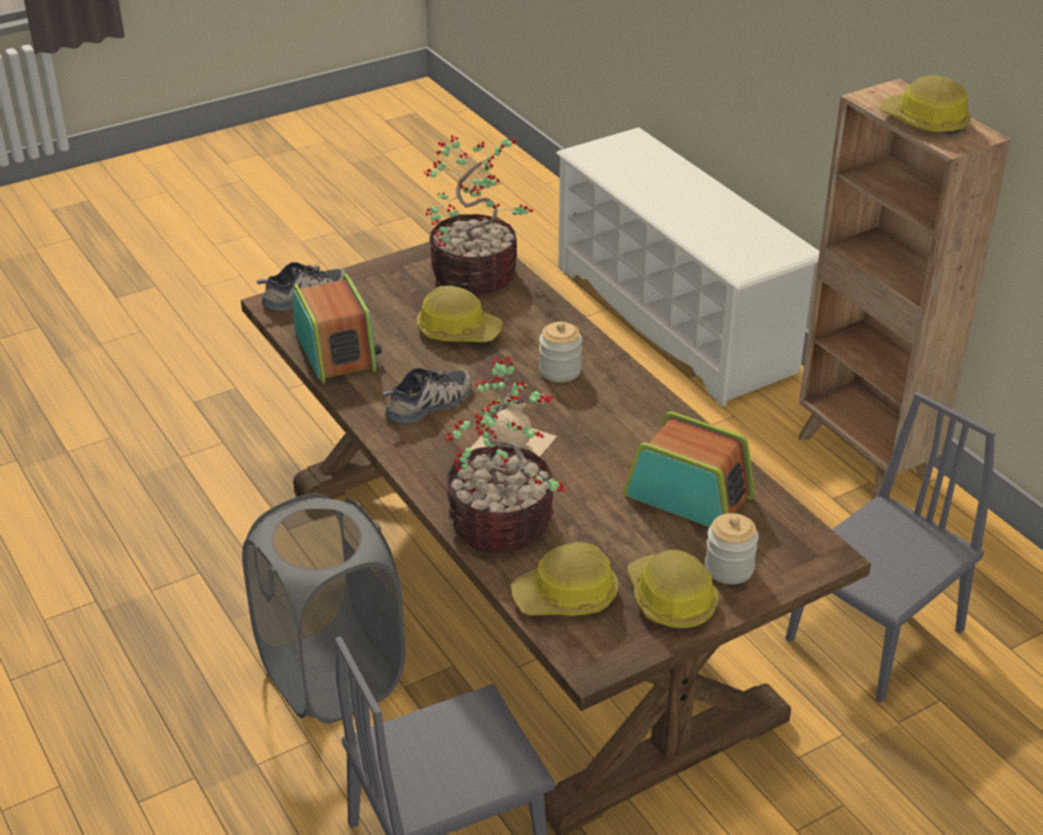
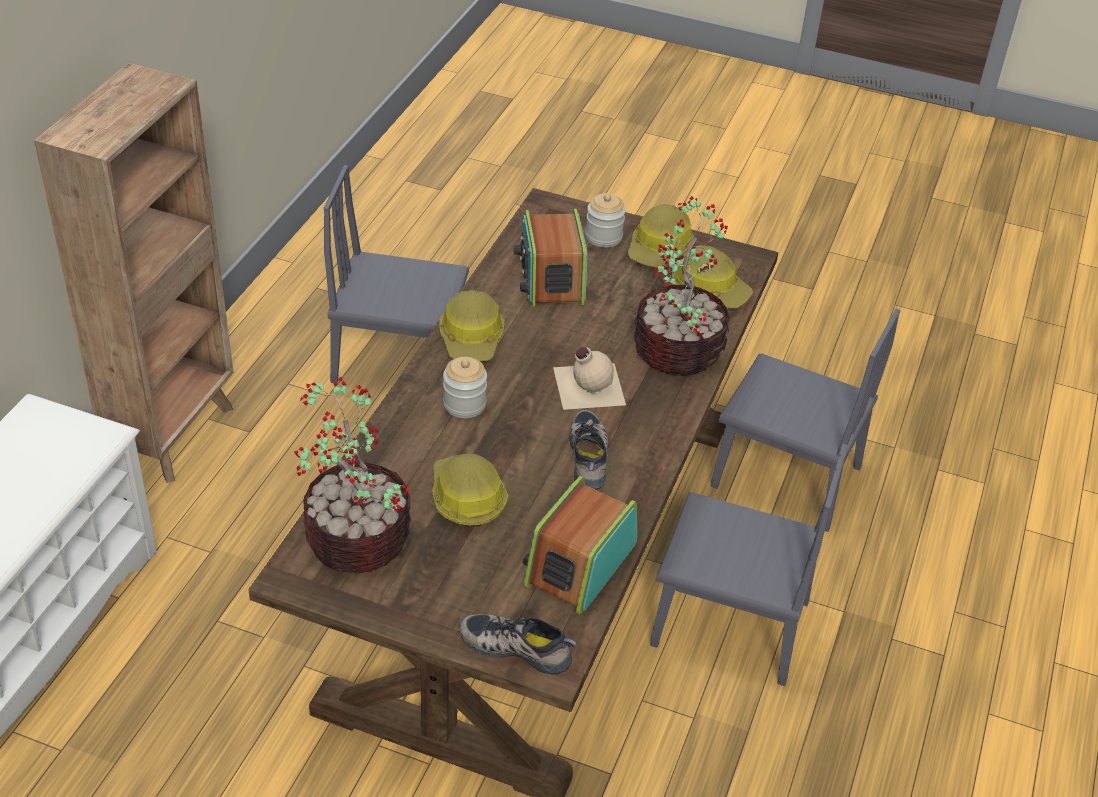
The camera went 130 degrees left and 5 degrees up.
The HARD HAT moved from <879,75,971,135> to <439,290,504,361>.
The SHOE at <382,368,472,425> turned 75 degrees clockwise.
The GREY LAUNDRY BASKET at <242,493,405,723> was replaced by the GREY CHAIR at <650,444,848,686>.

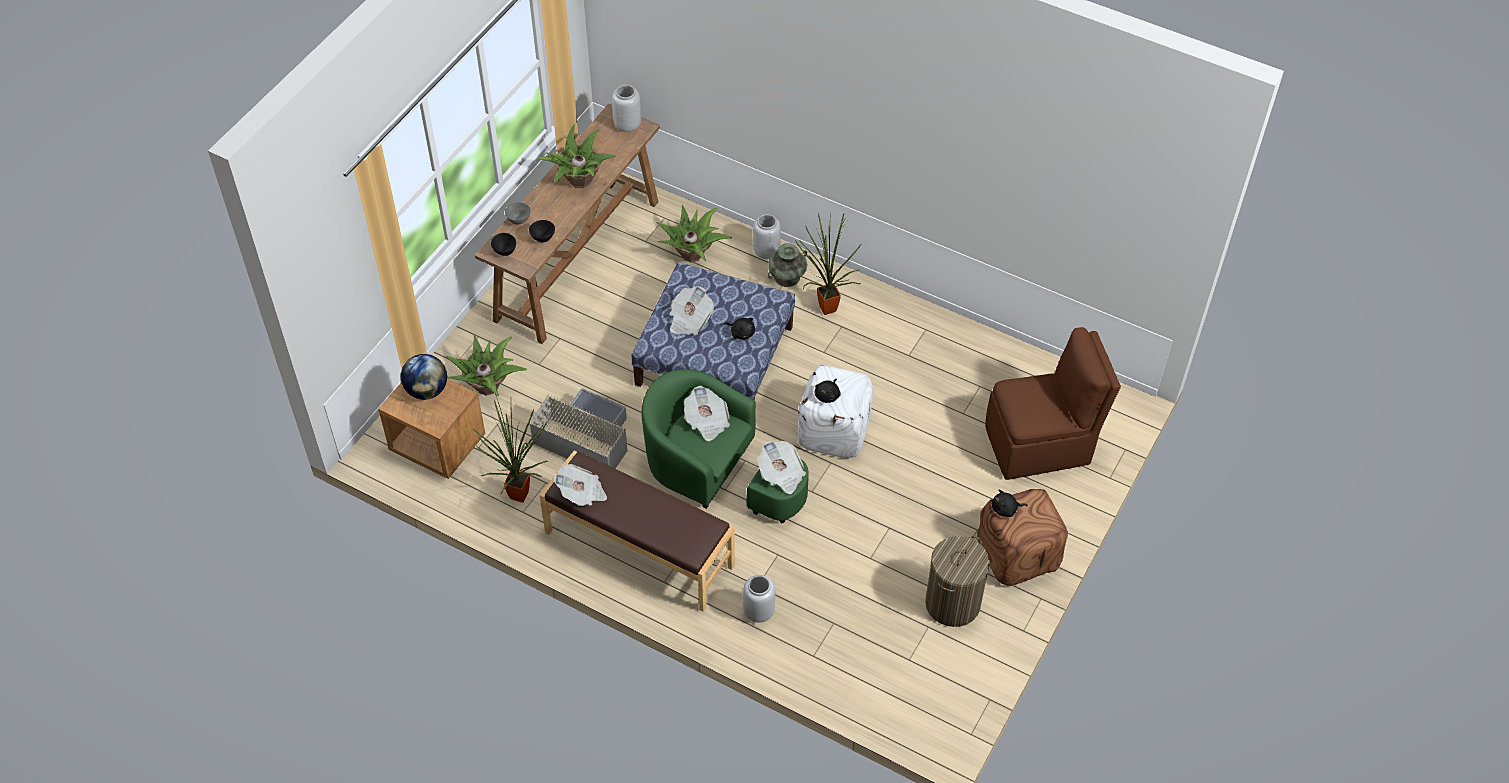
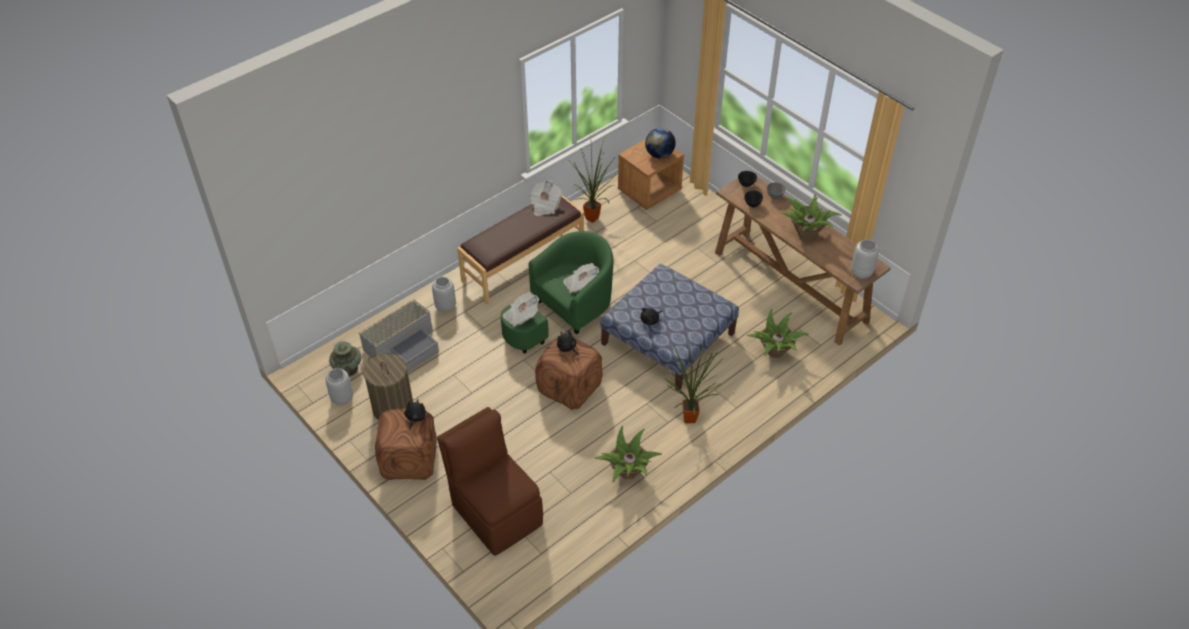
The camera went 110 degrees right and 5 degrees down.
The GREY VASE moved from <753,214,781,259> to <325,368,353,405>.
The TURQUOISE VASE moved from <768,243,807,287> to <329,341,362,377>.
The GREY STORAGE BOX moved from <529,388,627,469> to <359,299,439,372>.
The BROWN CHAIR at <985,327,1121,480> turned 135 degrees clockwise.
The WHITE OTTOMAN at <797,365,873,458> became the BROWN OTTOMAN at <535,337,603,410>.
The POTTED PLANT moved from <446,335,527,396> to <594,425,662,482>.
The NEWSPAPER at <670,286,714,335> disappeared.

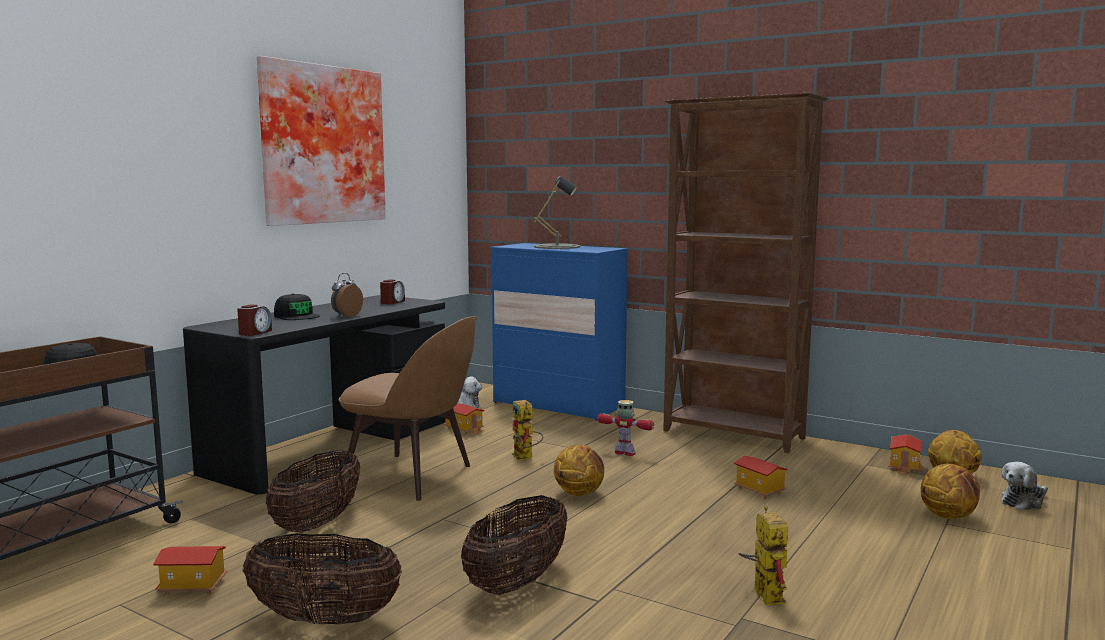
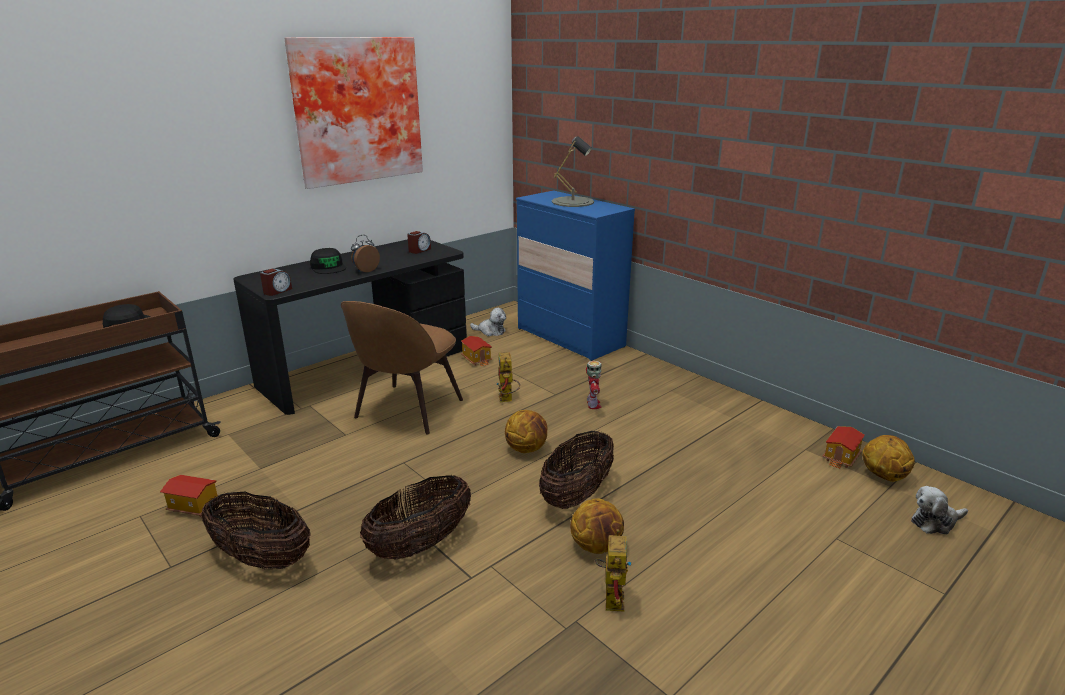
The camera went 15 degrees right and 15 degrees up.
The BROWN CHAIR at <339,316,477,501> turned 75 degrees clockwise.
The BASKET moved from <266,451,360,533> to <539,431,614,509>.
The BASKETBALL moved from <921,464,980,519> to <570,498,624,554>.
The TOY ROBOT at <597,400,654,456> turned 45 degrees clockwise.
The BROWN BOOKCASE at <663,93,828,453> disappeared.
The TOY HOUSE at <734,455,787,499> disappeared.

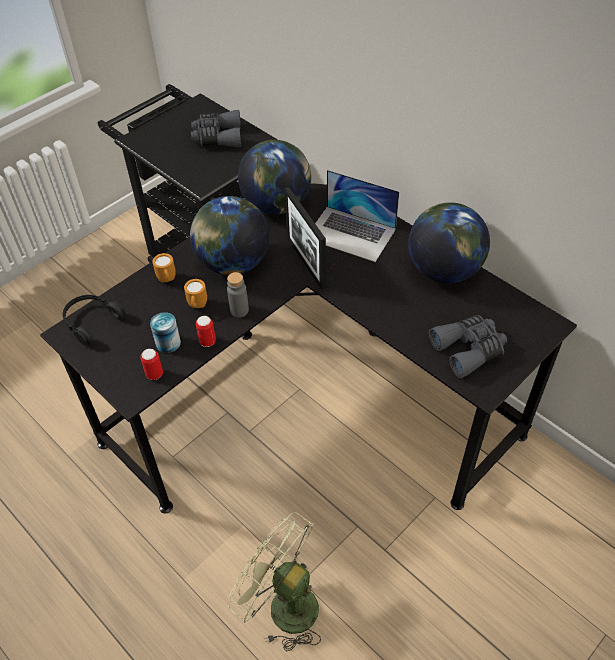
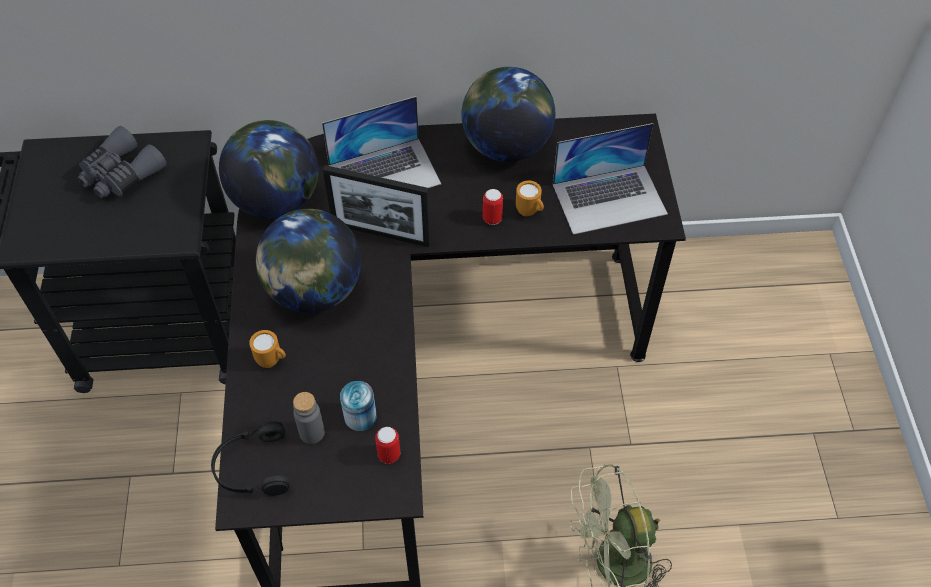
The camera went 50 degrees left and 5 degrees up.
The GREY BOTTLE moved from <227,272,249,318> to <293,392,325,444>.
The CAN moved from <196,316,216,347> to <483,189,503,225>.
The ORANGE MUG moved from <184,279,207,308> to <516,181,544,217>.
The GREY BINOCULARS at <429,315,507,378> was replaced by the LAPTOP at <553,123,668,235>.

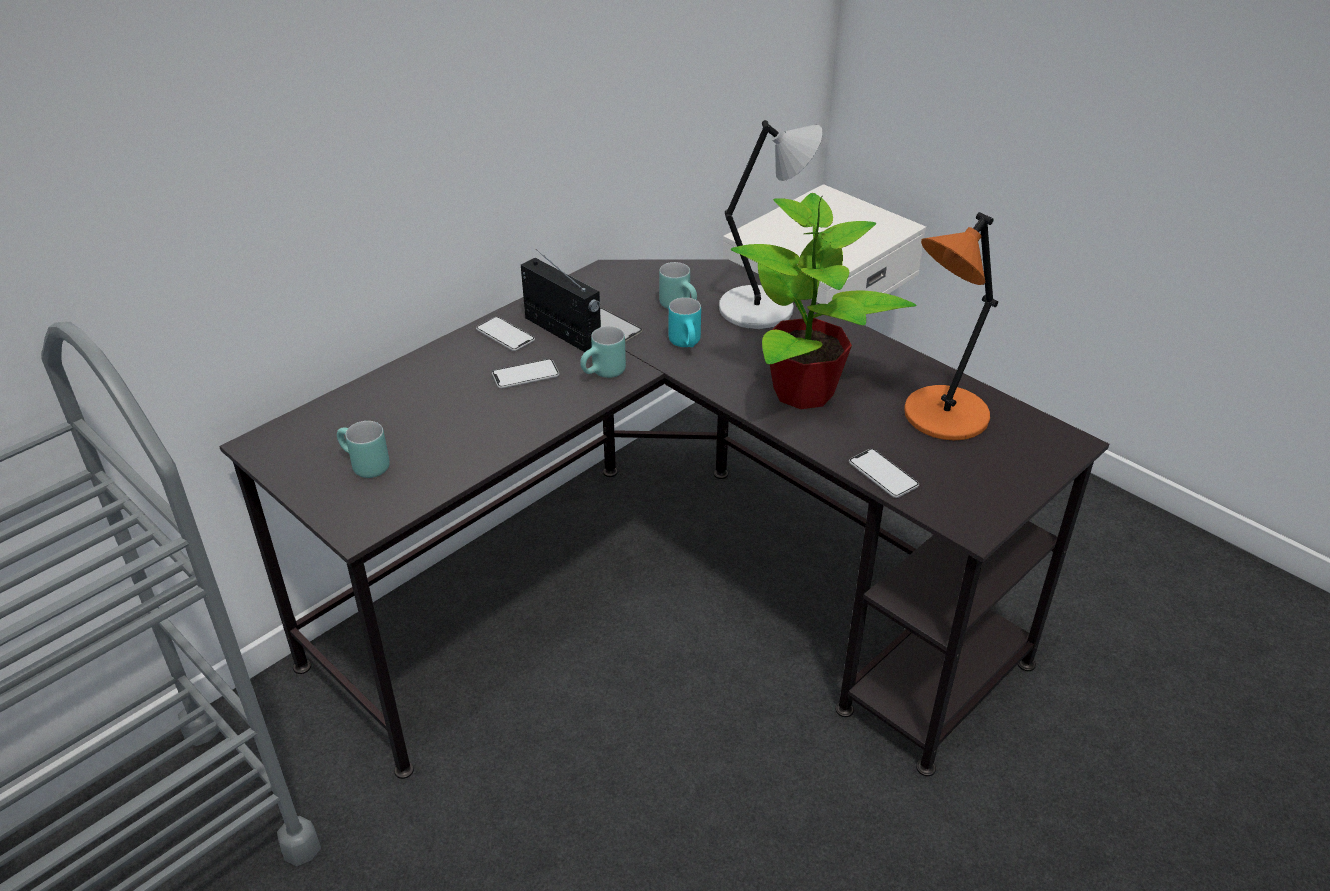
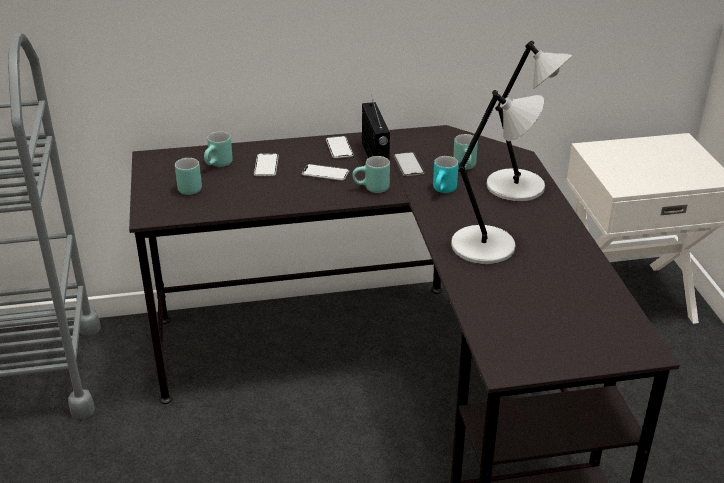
The camera went 35 degrees right and 5 degrees down.
The TURQUOISE MUG at <204,131,233,167> appeared.
The PHONE moved from <849,449,919,498> to <254,153,279,176>.
The POTTED PLANT at <731,193,916,409> was replaced by the GREY TABLE LAMP at <451,90,544,264>.
The ORANGE TABLE LAMP at <904,212,998,441> disappeared.

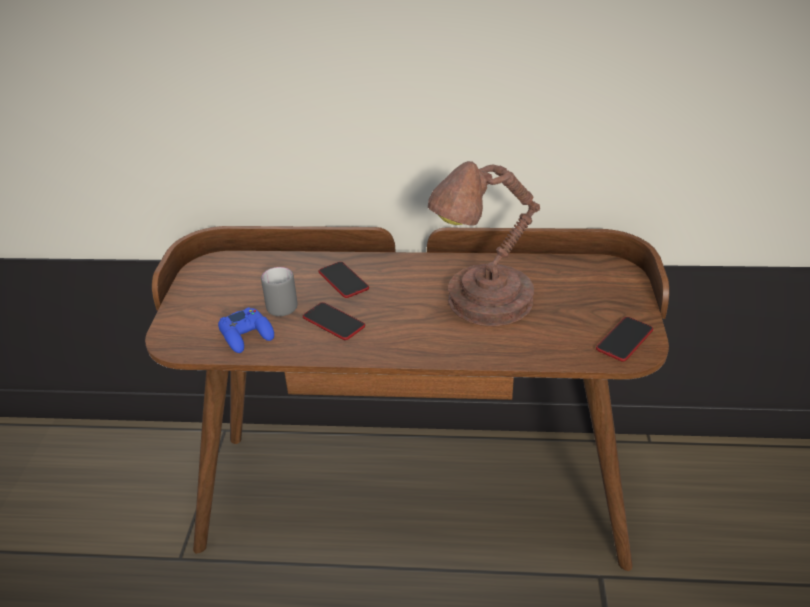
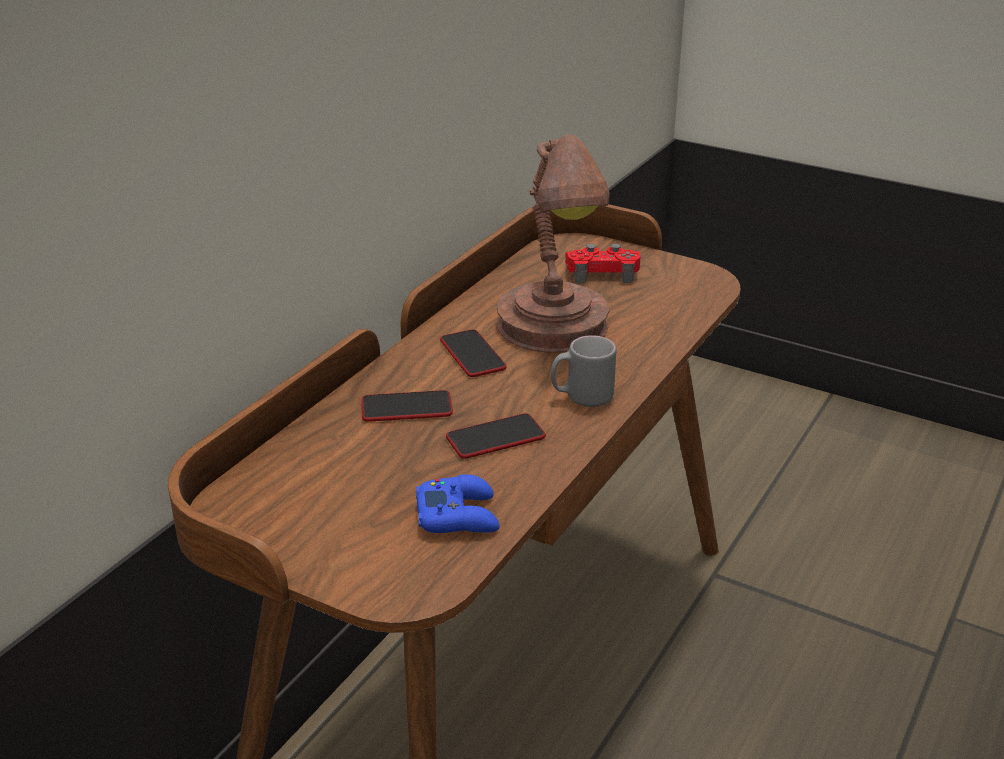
The camera went 65 degrees left and 5 degrees down.
The PHONE moved from <596,317,653,361> to <440,329,507,377>.
The GREY MUG moved from <261,267,298,316> to <551,335,616,407>.
The RED GAME CONTROLLER at <565,244,641,283> appeared.

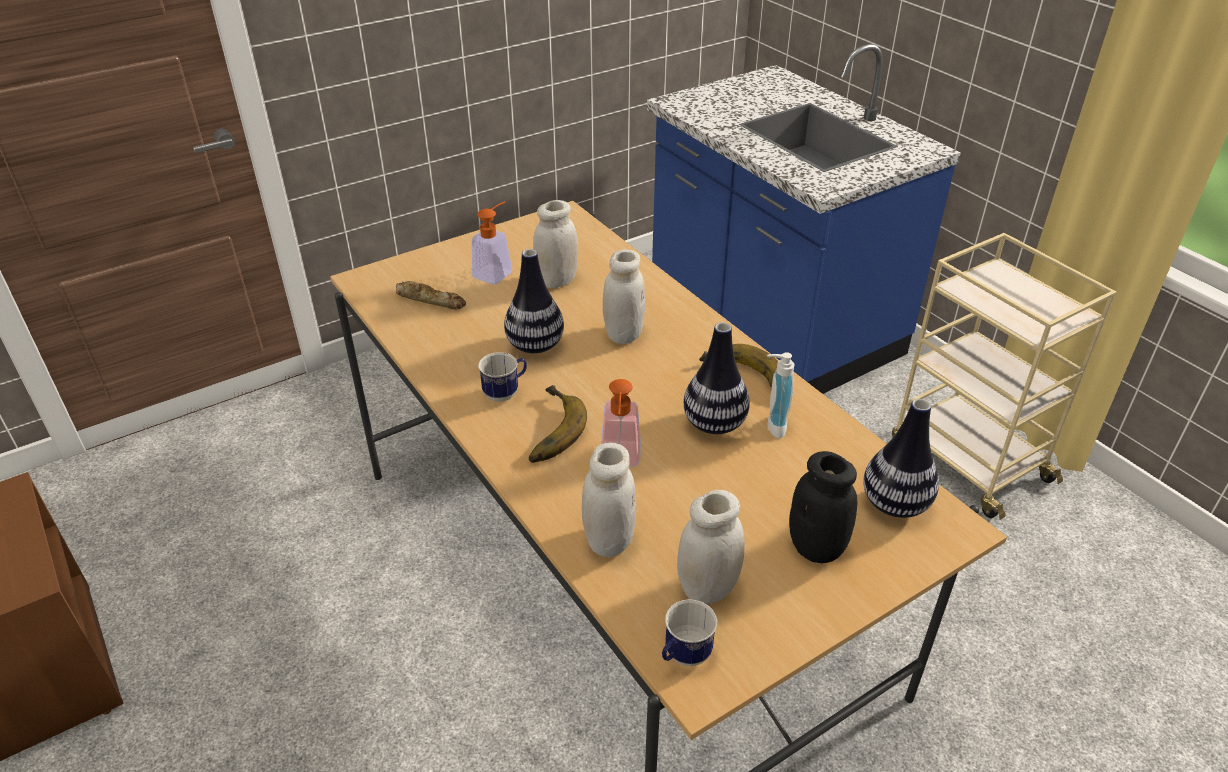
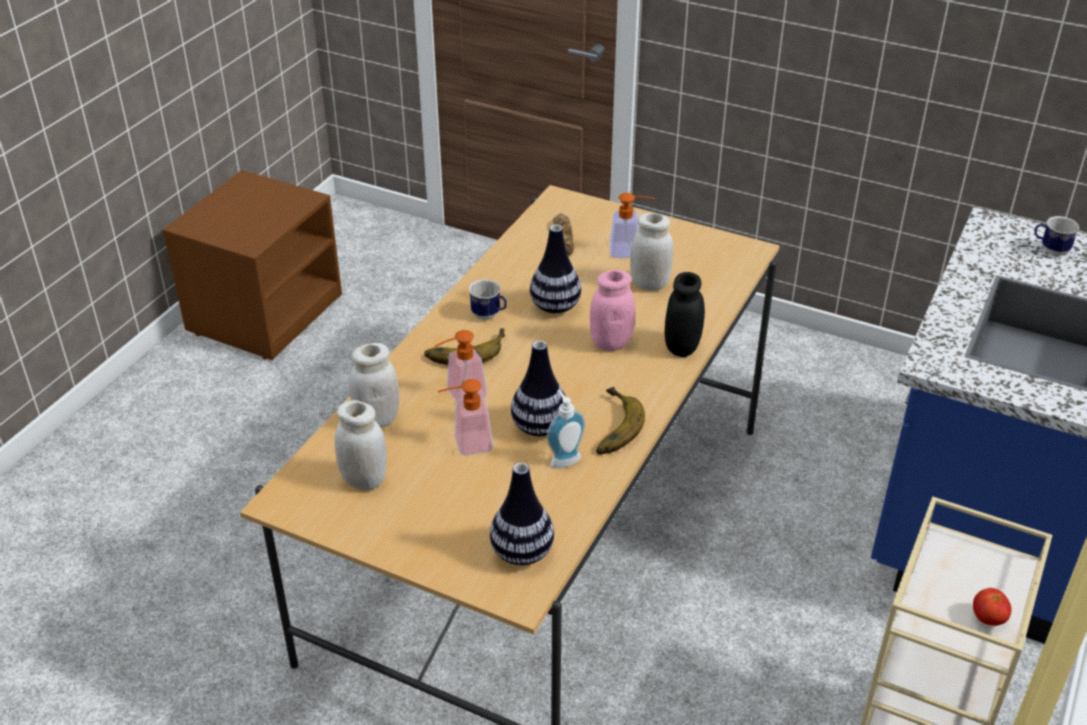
The camera went 60 degrees right and 0 degrees up.
The SOAP DISPENSER at <438,379,493,455> appeared.
The WHITE JAR at <603,249,645,344> became the PINK JAR at <590,270,635,351>.
The BLACK JAR moved from <789,451,857,563> to <664,272,705,357>.
The TOMATO at <973,588,1011,626> appeared.
The MUG moved from <662,599,717,666> to <1034,216,1079,256>.

